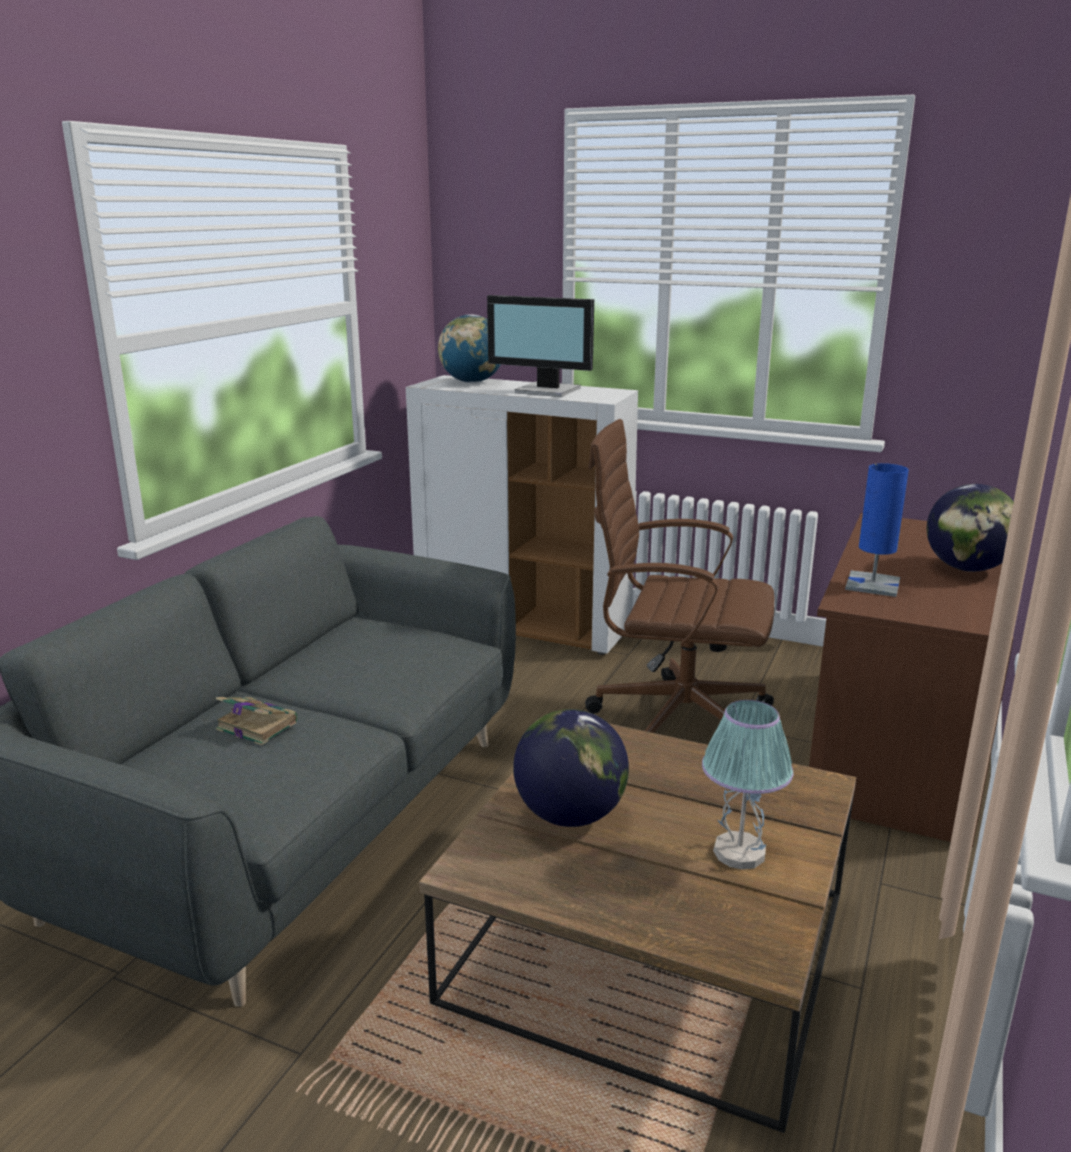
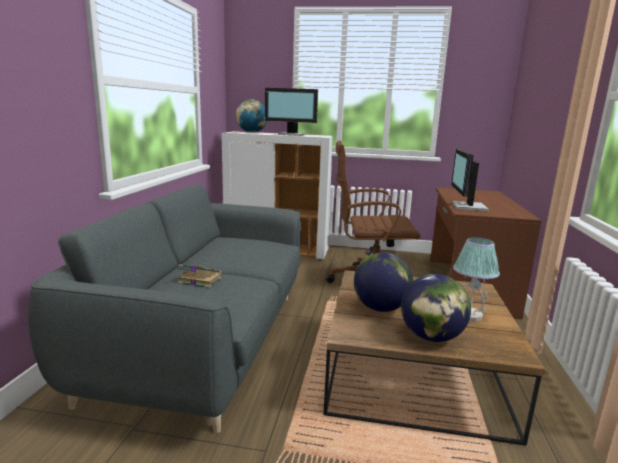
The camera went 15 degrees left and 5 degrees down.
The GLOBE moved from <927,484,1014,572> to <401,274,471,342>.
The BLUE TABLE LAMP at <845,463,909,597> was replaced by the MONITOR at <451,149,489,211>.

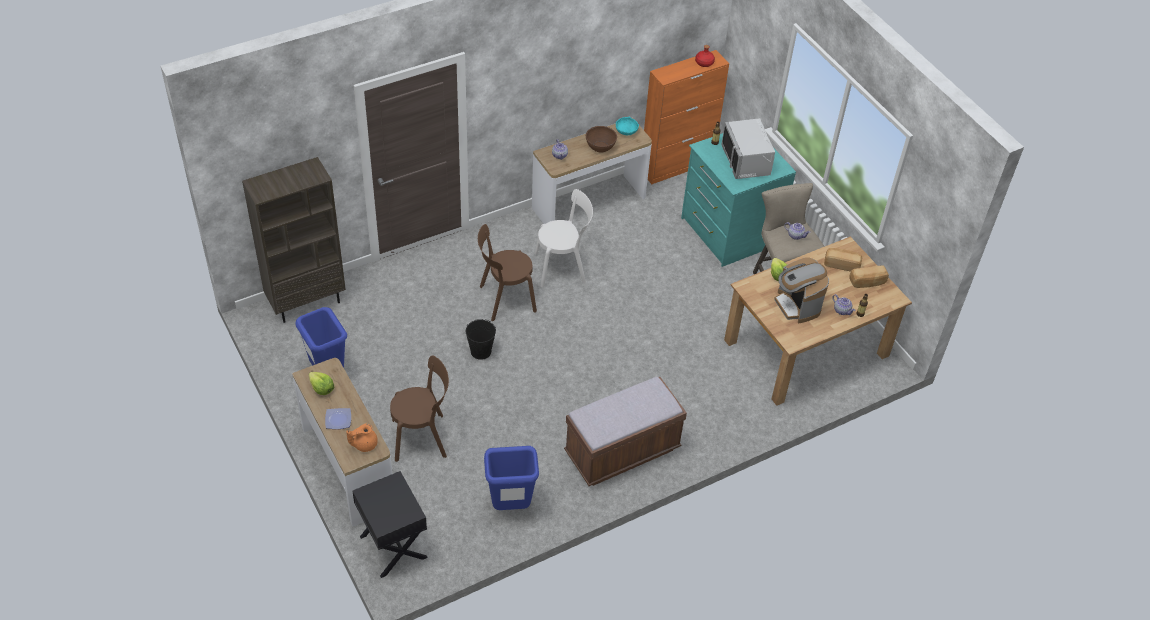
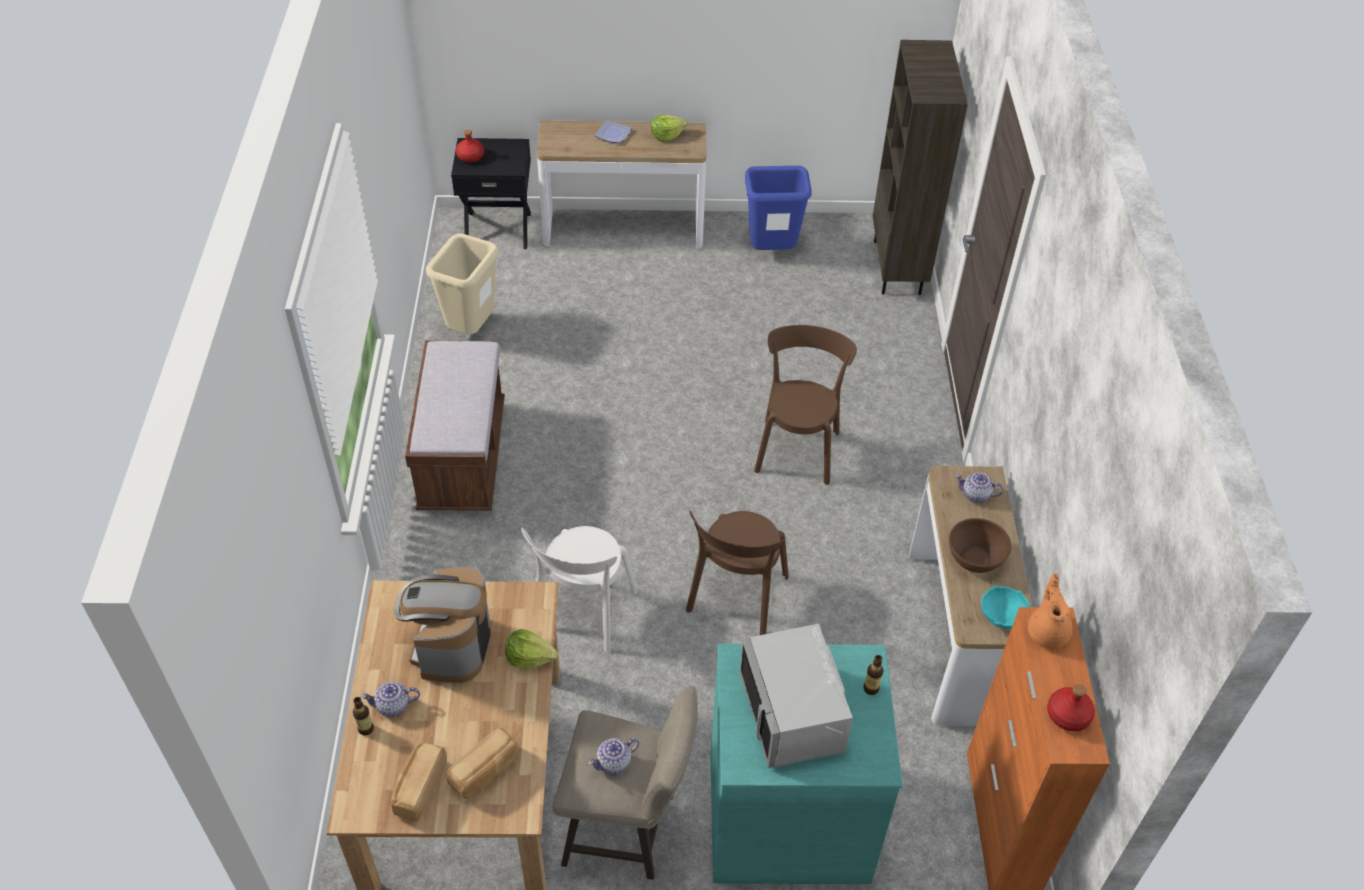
The camera went 120 degrees right and 0 degrees up.
The COFFEE MACHINE at <774,257,829,324> turned 90 degrees counterclockwise.
The BLUE TRASH CAN at <484,446,539,510> became the BEIGE TRASH CAN at <426,234,499,334>.
The RED BOTTLE at <456,130,484,163> appeared.
The WHITE CHAIR moved from <535,189,593,287> to <521,526,637,653>.
The BROWN CHAIR moved from <390,356,449,462> to <686,511,789,635>.
The GREY MICROWAVE at <721,118,775,179> turned 120 degrees counterclockwise.
The ORANGE TEAPOT moved from <346,424,378,452> to <1028,573,1072,649>.
The BLACK BUCKET at <466,319,496,360> disappeared.

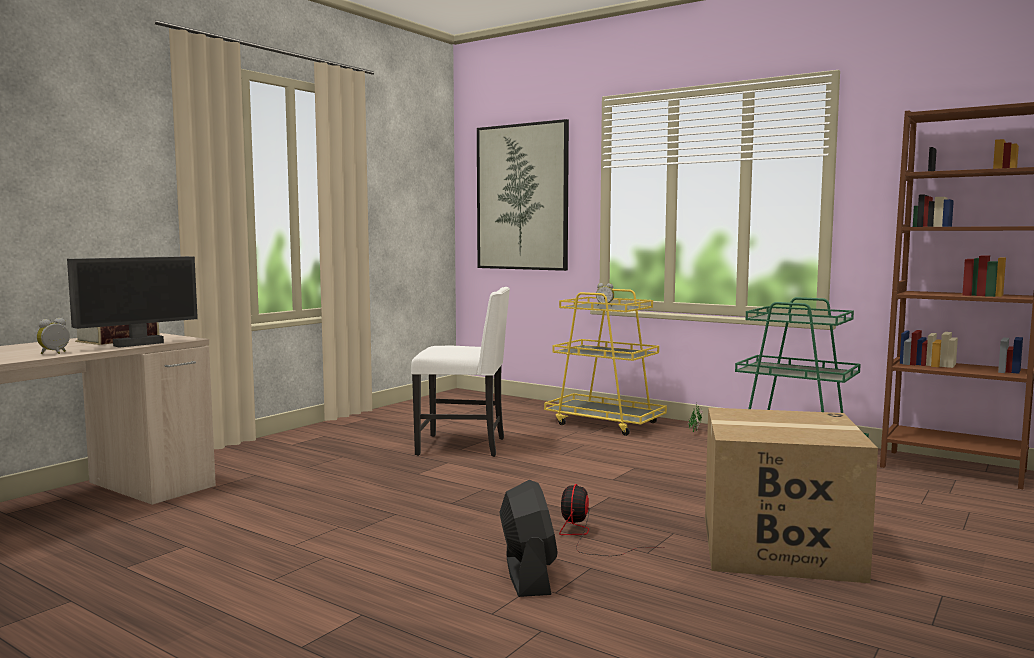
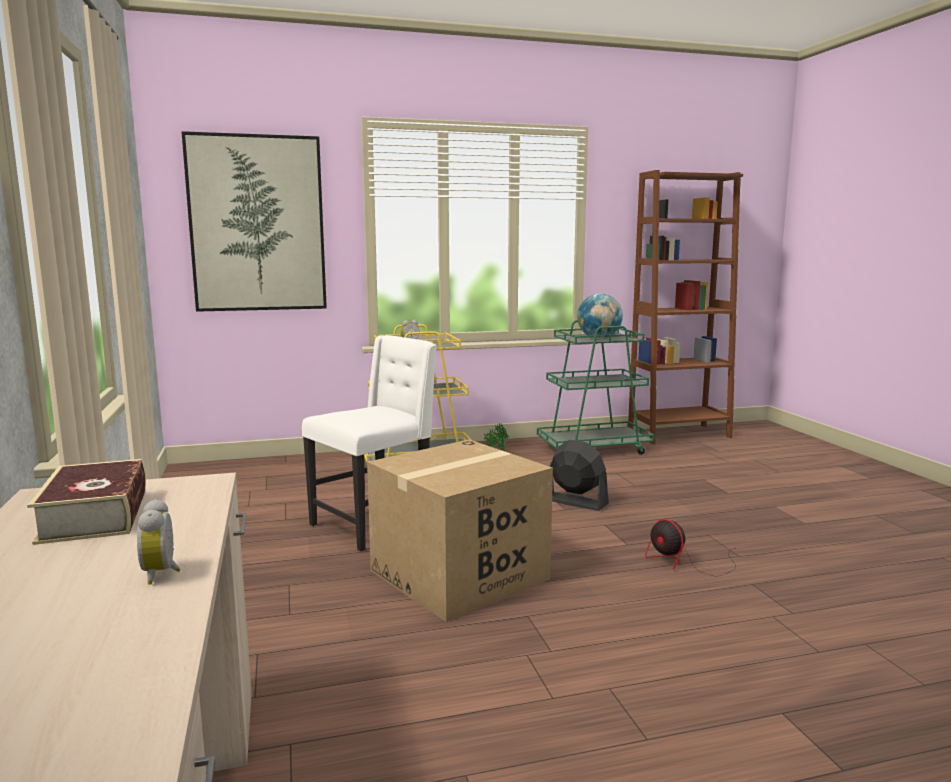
The camera went 50 degrees left and 5 degrees up.
The CARDBOARD BOX moved from <705,408,878,583> to <367,439,553,622>.
The BLACK FAN moved from <500,480,558,597> to <550,440,609,511>.
The GLOBE at <577,294,623,339> appeared.
The MONITOR at <67,256,198,348> disappeared.

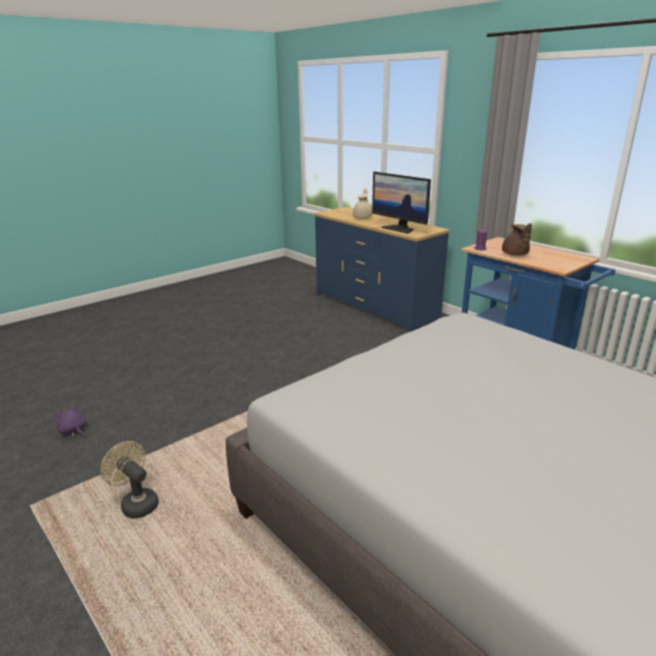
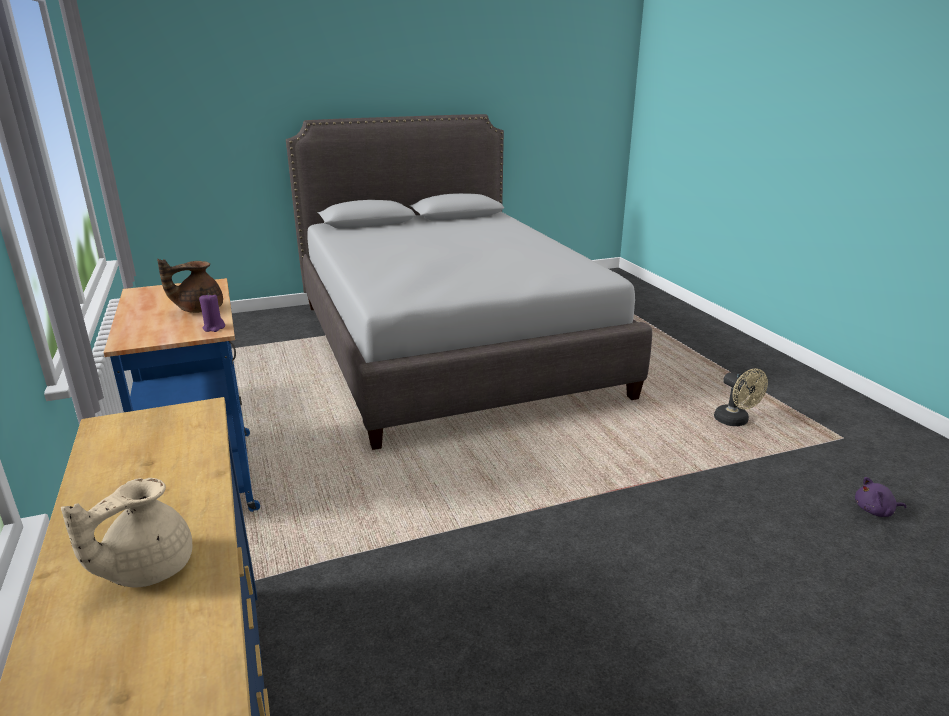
The camera went 160 degrees left and 0 degrees up.
The BROWN TEAPOT at <502,224,532,256> turned 135 degrees counterclockwise.
The PURPLE PLUSH TOY at <55,405,87,437> turned 120 degrees clockwise.
The MONITOR at <372,172,431,234> disappeared.

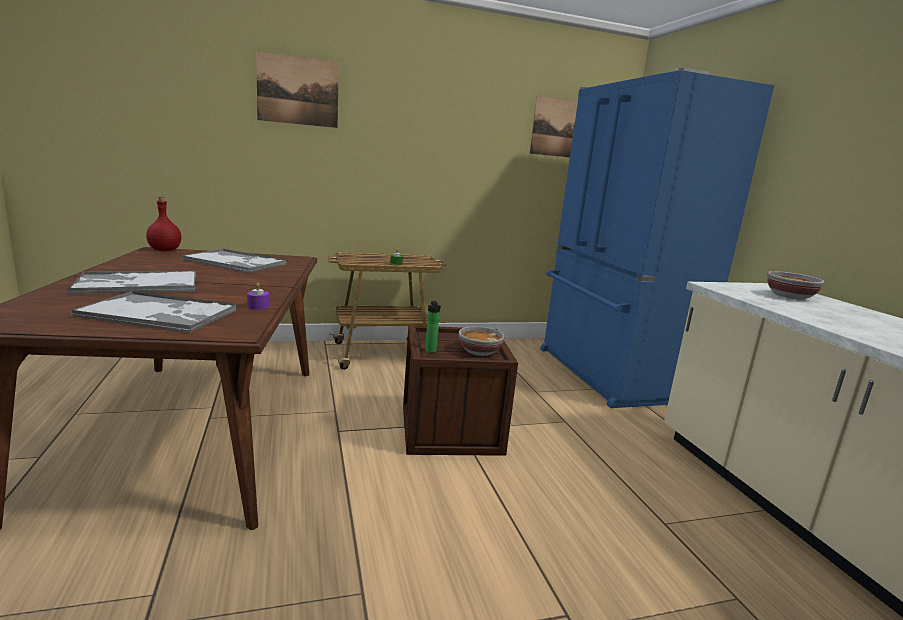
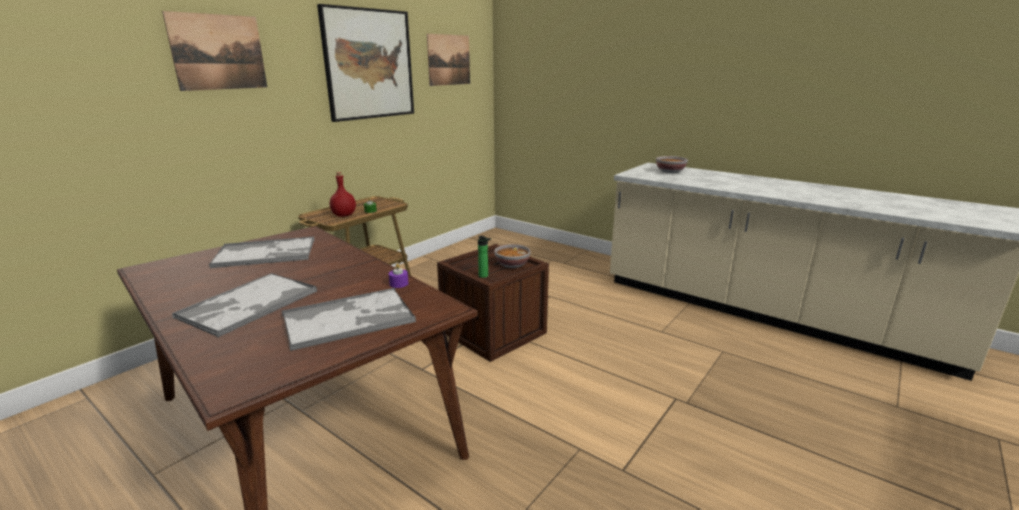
The camera went 35 degrees left and 5 degrees up.
The PICTURE at <317,4,414,122> appeared.
The RED BOTTLE moved from <146,197,181,251> to <330,172,356,217>.
The BLUE FRIDGE at <540,68,774,408> disappeared.

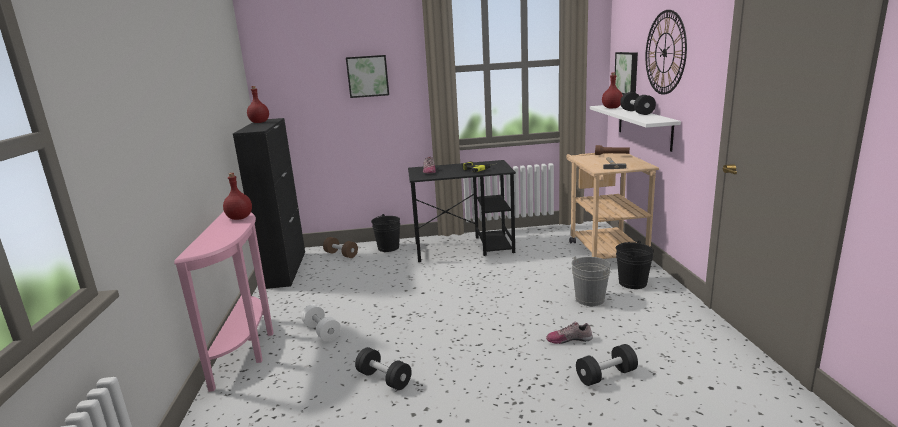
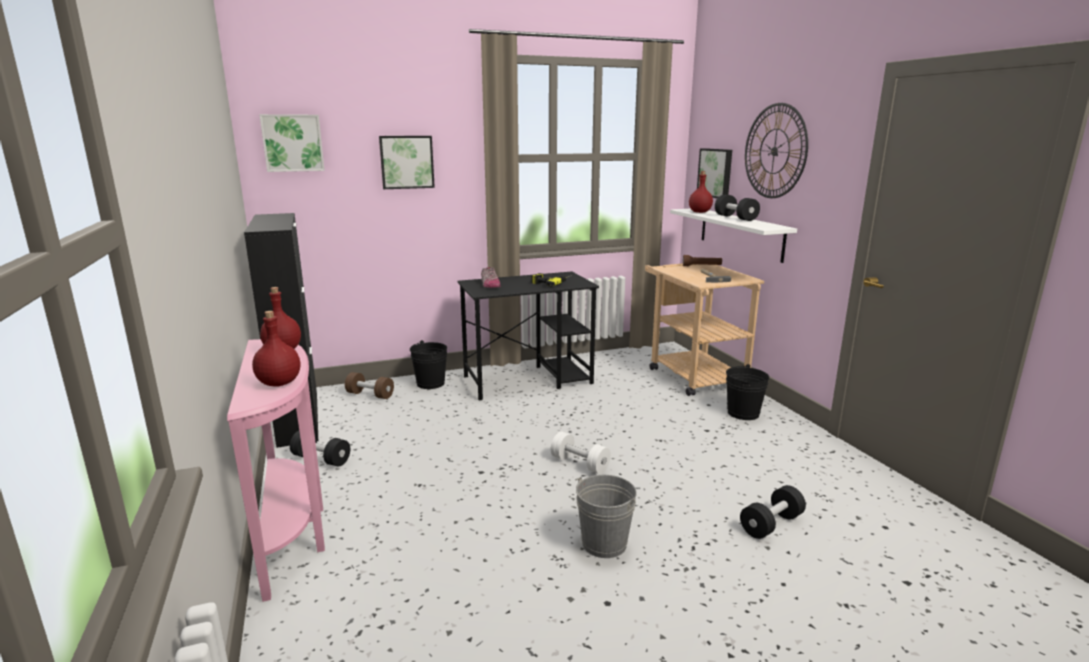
The camera went 15 degrees left and 0 degrees up.
The RED BOTTLE moved from <247,86,269,123> to <252,311,300,387>.
The PICTURE at <259,114,325,172> appeared.
The BLACK DUMBBELL moved from <355,347,412,390> to <290,431,350,467>.
The WHITE DUMBBELL moved from <301,304,341,342> to <551,432,611,474>.
The GREY BUCKET moved from <572,256,611,306> to <575,475,637,558>.
The SHOE at <546,322,593,344> disappeared.

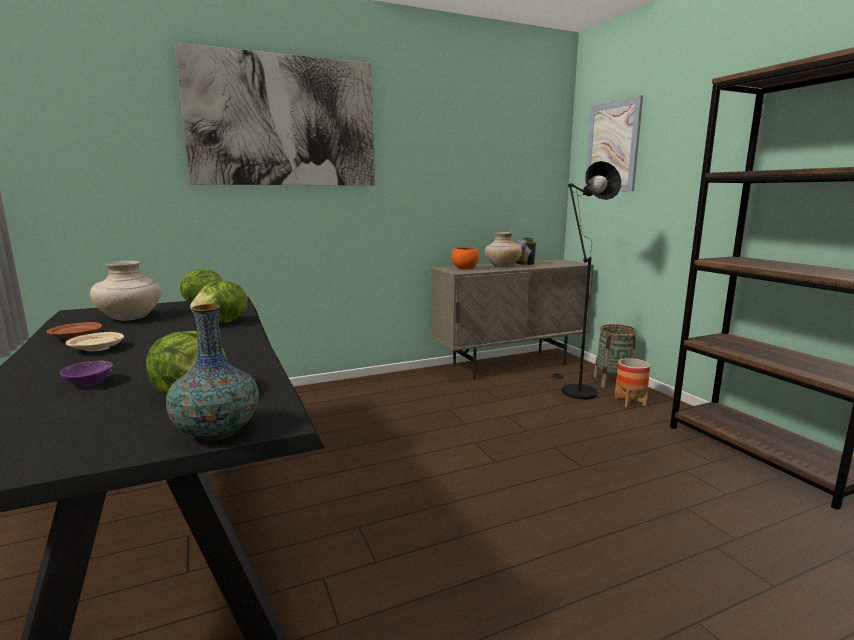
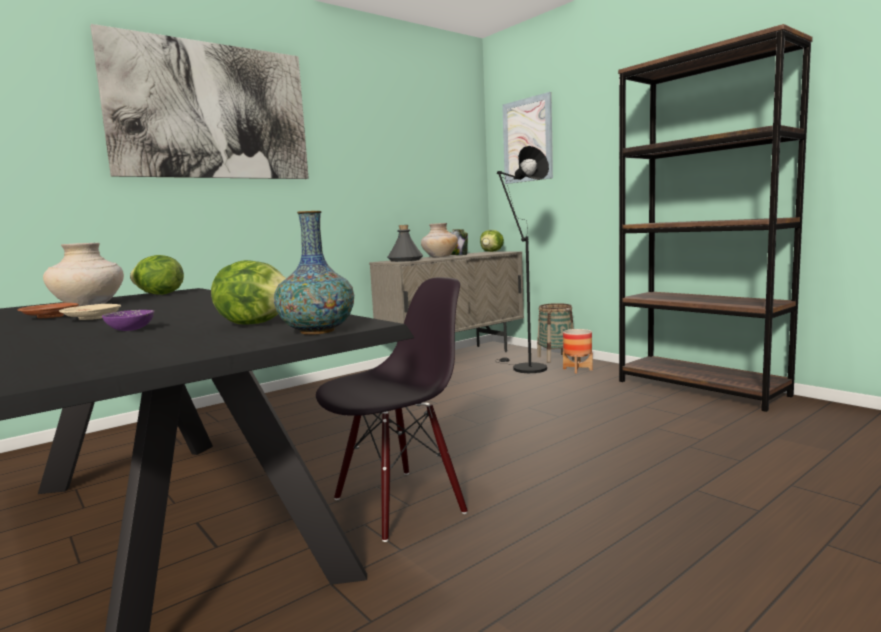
The camera went 15 degrees left and 5 degrees down.
The BLACK CHAIR at <316,277,468,542> appeared.
The ORANGE BOWL at <451,247,479,269> was replaced by the GREY BOTTLE at <387,225,423,262>.
The LETTUCE moved from <190,281,248,323> to <480,230,504,252>.

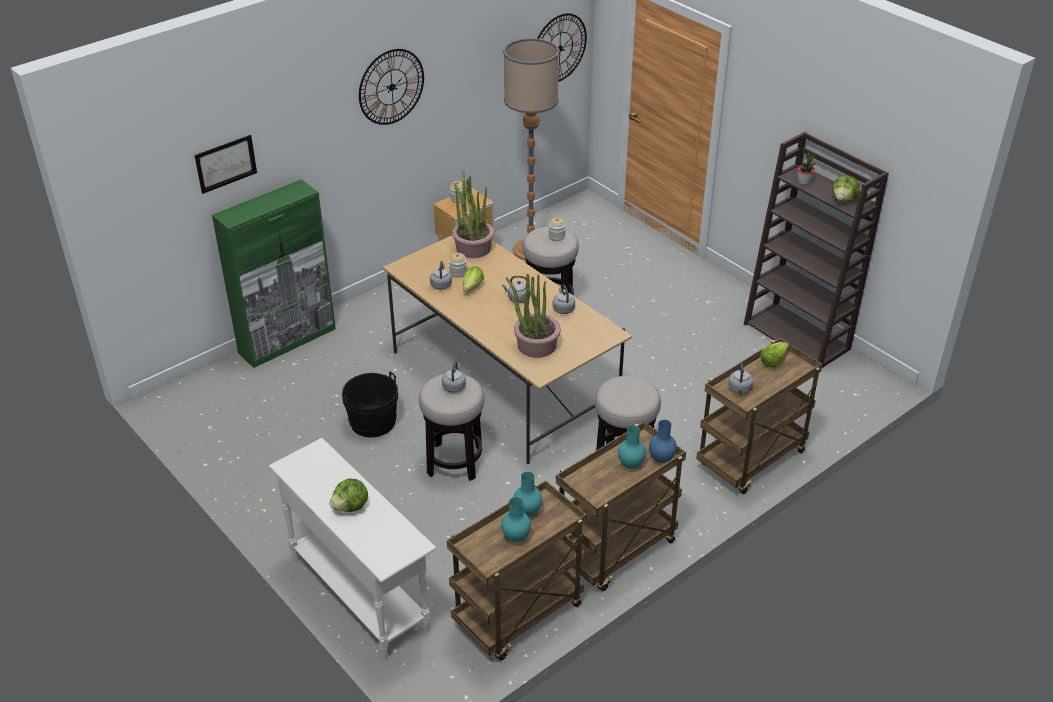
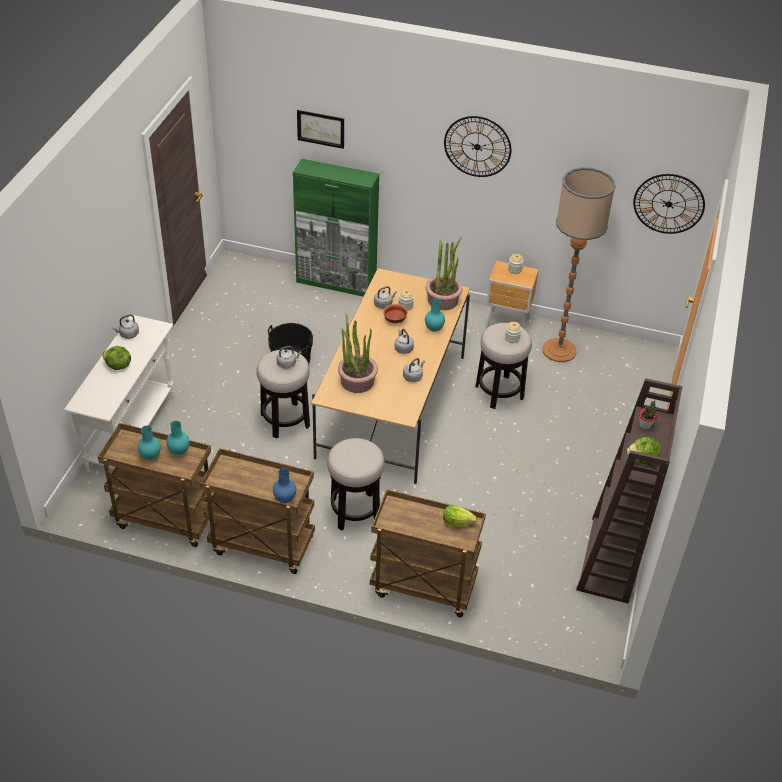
The camera went 55 degrees right and 5 degrees up.
The GREY KETTLE moved from <728,362,753,394> to <113,314,139,339>.
The LETTUCE at <463,266,484,292> was replaced by the BOWL at <383,304,408,324>.
The TURQUOISE VASE moved from <618,425,646,469> to <425,299,445,332>.

